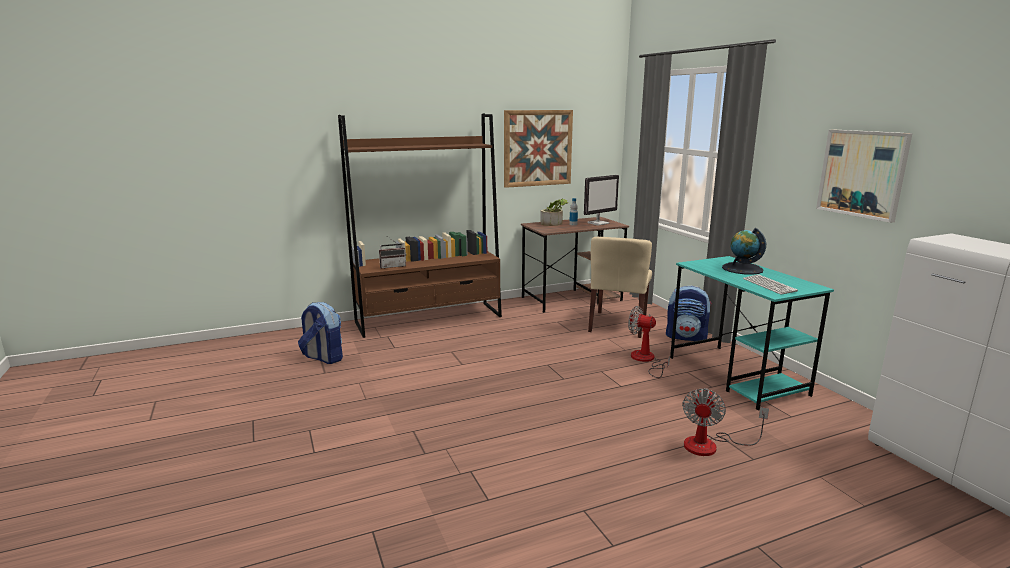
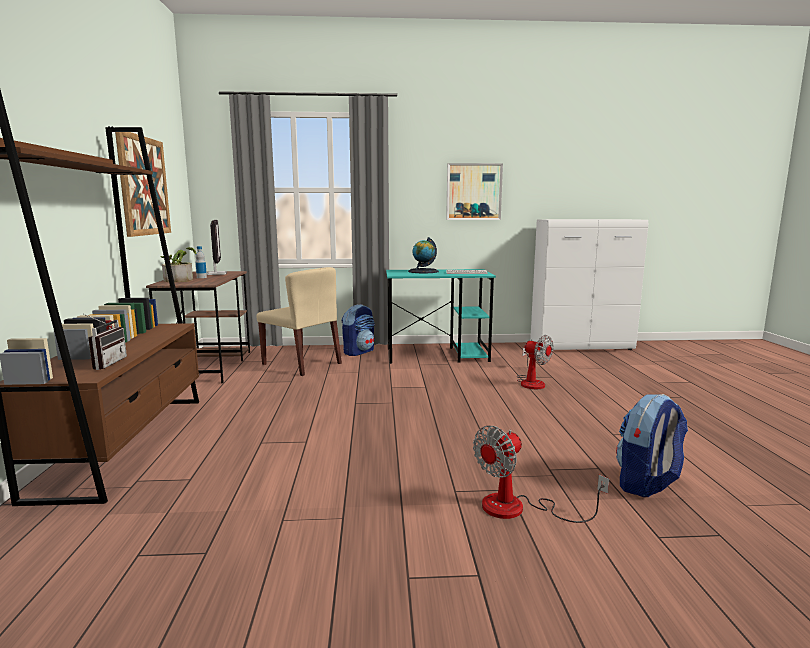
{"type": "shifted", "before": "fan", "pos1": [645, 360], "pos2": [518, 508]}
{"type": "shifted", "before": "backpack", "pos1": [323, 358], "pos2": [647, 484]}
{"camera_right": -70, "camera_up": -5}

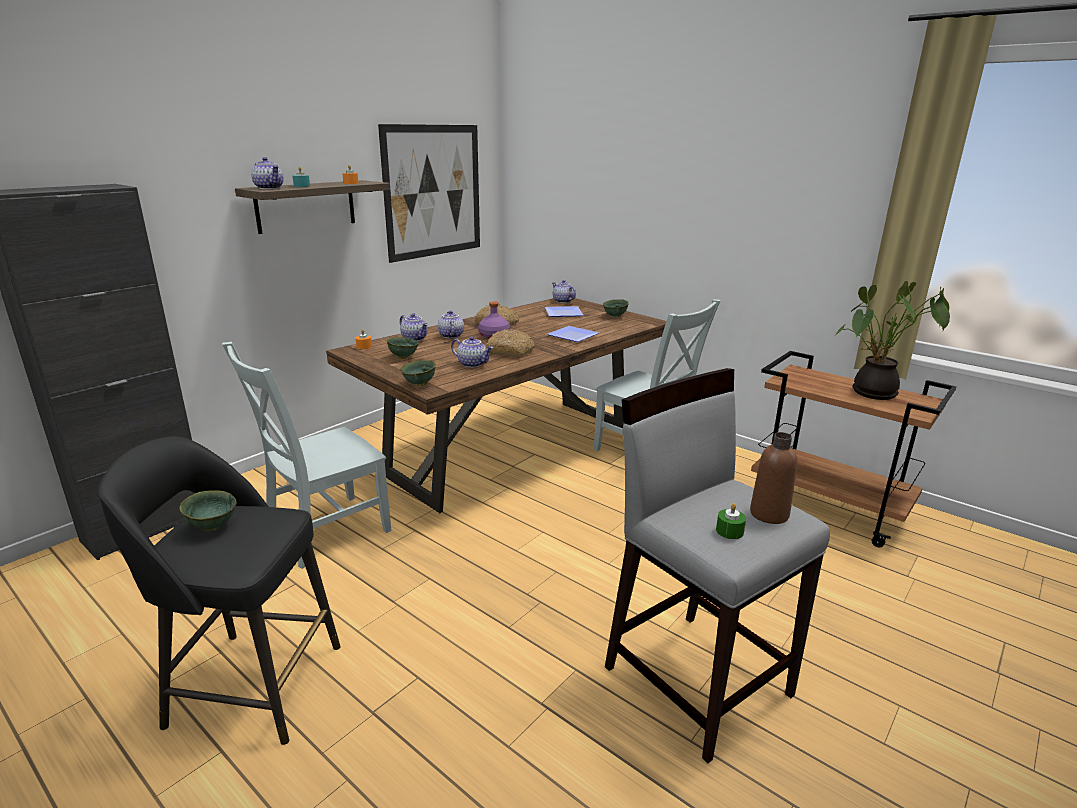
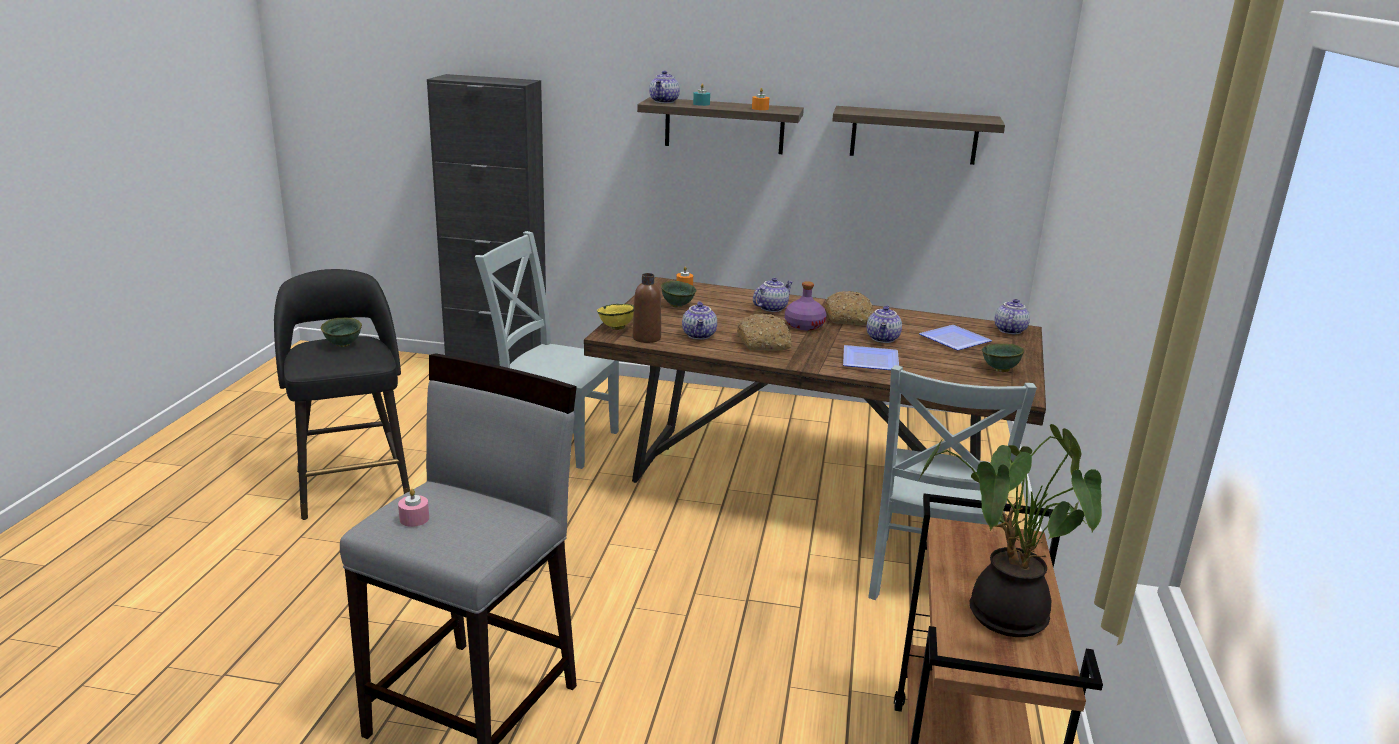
{"type": "repainted", "before": "candle in green", "after": "candle in pink", "pos1": [729, 531], "pos2": [414, 518]}
{"type": "repainted", "before": "bowl in green", "after": "bowl in yellow", "pos1": [420, 384], "pos2": [616, 328]}
{"type": "shifted", "before": "bottle in brown", "pos1": [769, 514], "pos2": [646, 338]}
{"type": "swapped", "before": "picture", "after": "shelf", "pos1": [433, 191], "pos2": [914, 135]}
{"type": "shifted", "before": "teapot", "pos1": [415, 339], "pos2": [883, 339]}
{"camera_right": 60, "camera_up": 0}

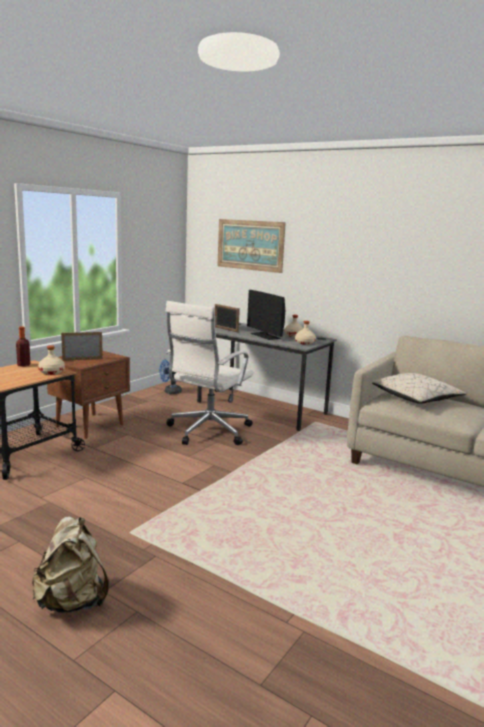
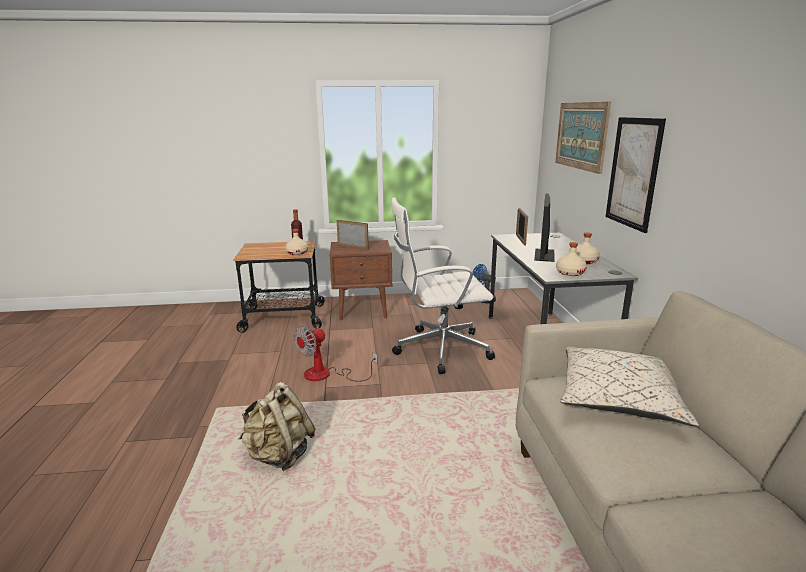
{"type": "shifted", "before": "backpack in beige", "pos1": [72, 601], "pos2": [279, 455]}
{"type": "new", "after": "fan", "pos2": [326, 375]}
{"type": "new", "after": "picture", "pos2": [633, 173]}
{"camera_right": 50, "camera_up": 5}

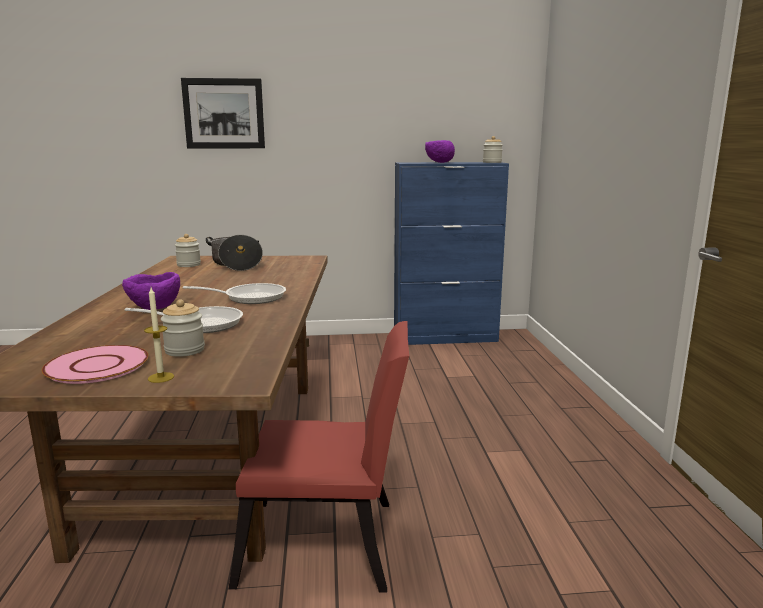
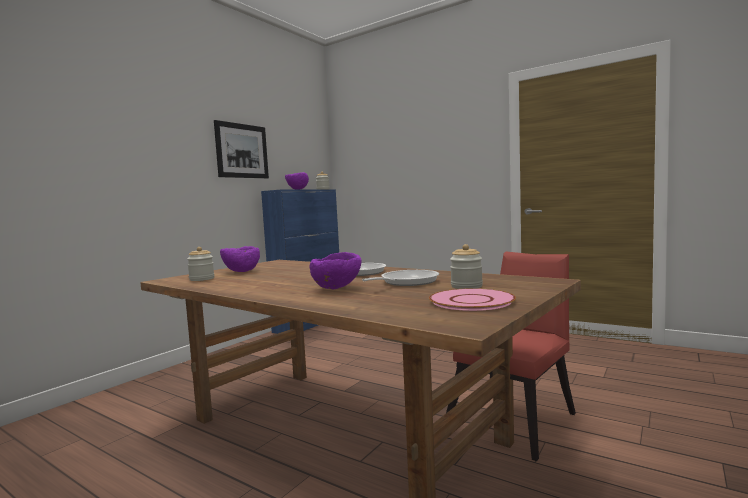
{"type": "shifted", "before": "picture", "pos1": [224, 113], "pos2": [242, 151]}
{"type": "swapped", "before": "cooking pot", "after": "bowl in purple", "pos1": [236, 264], "pos2": [241, 271]}
{"type": "gone", "before": "candle", "pos1": [161, 377]}
{"camera_right": -50, "camera_up": -10}

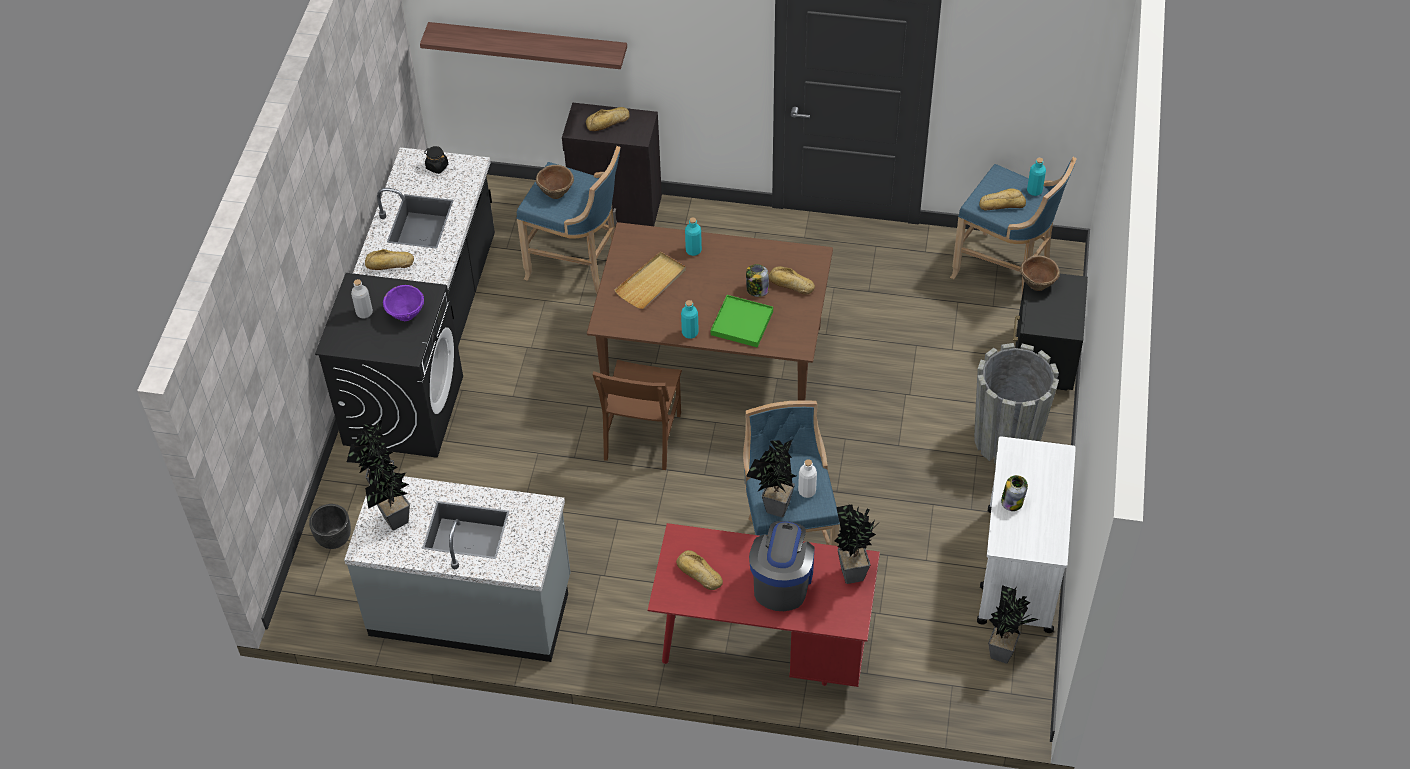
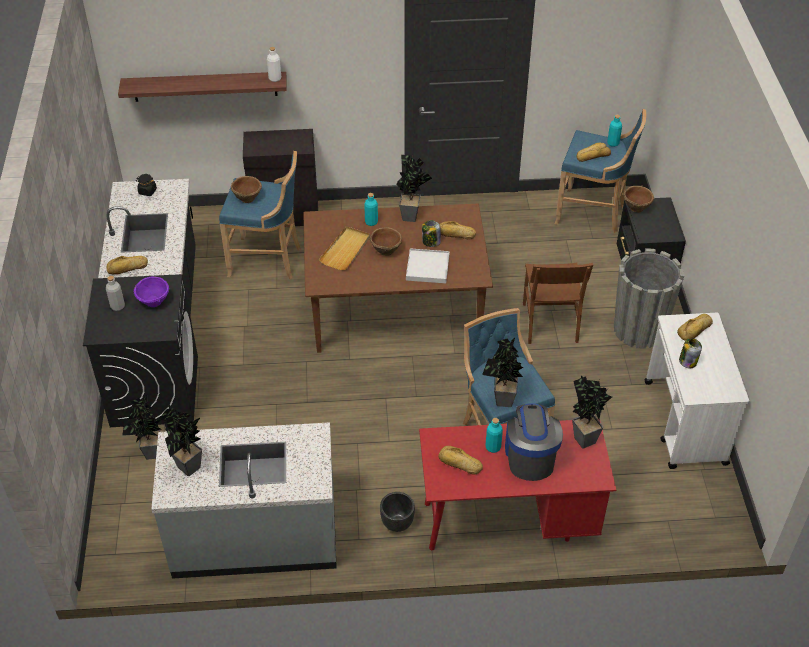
{"type": "shifted", "before": "bottle in white", "pos1": [807, 491], "pos2": [275, 78]}
{"type": "new", "after": "bowl in brown", "pos2": [385, 250]}
{"type": "shifted", "before": "planter in black", "pos1": [334, 539], "pos2": [397, 523]}
{"type": "shifted", "before": "potted plant", "pos1": [1004, 651], "pos2": [411, 215]}
{"type": "repainted", "before": "tray in green", "after": "tray in white", "pos1": [742, 323], "pos2": [427, 267]}
{"type": "shifted", "before": "bottle in turquoise", "pos1": [690, 333], "pos2": [493, 447]}
{"type": "shifted", "before": "chair in brown", "pos1": [642, 436], "pos2": [549, 322]}
{"type": "shifted", "before": "bread", "pos1": [608, 122], "pos2": [695, 330]}
{"camera_right": -15, "camera_up": -5}

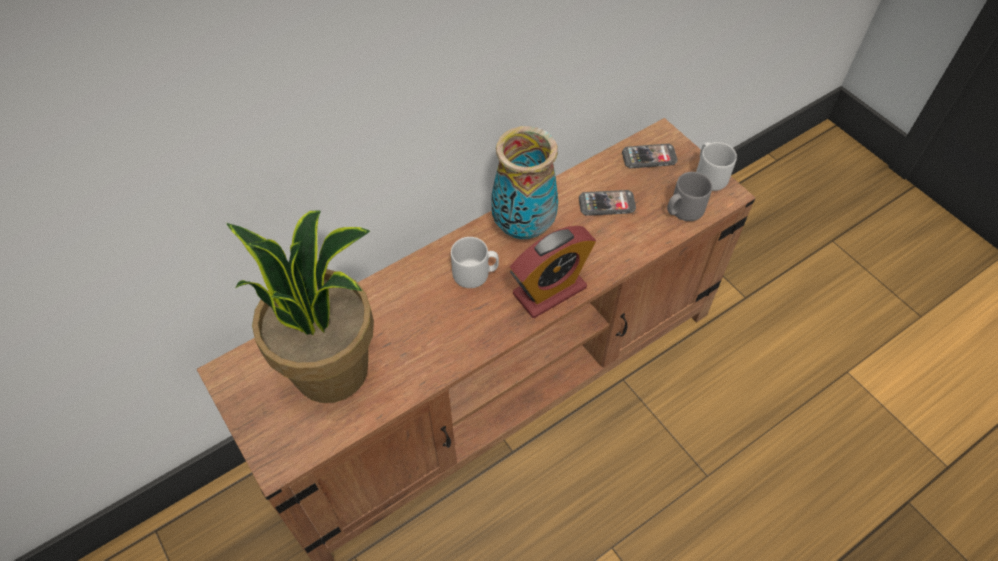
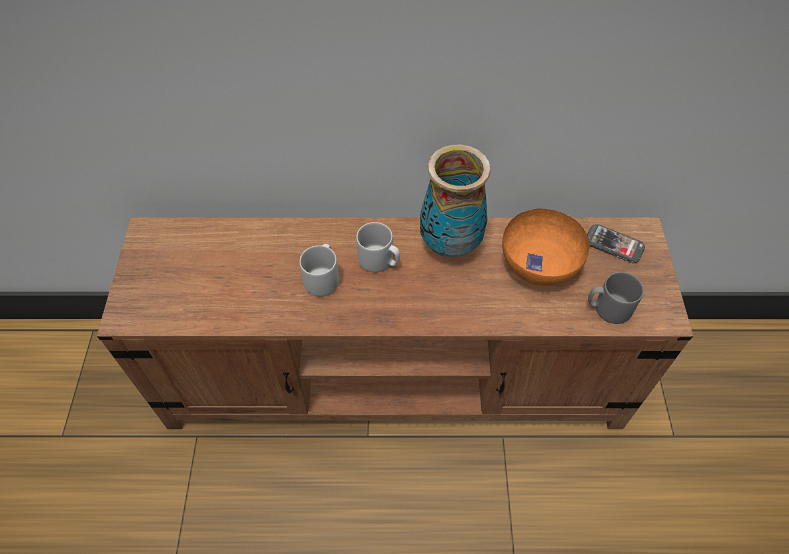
{"type": "shifted", "before": "mug in grey", "pos1": [709, 175], "pos2": [323, 278]}
{"type": "swapped", "before": "phone", "after": "bowl in orange", "pos1": [606, 204], "pos2": [539, 264]}
{"type": "gone", "before": "potted plant", "pos1": [332, 368]}
{"type": "gone", "before": "alarm clock", "pos1": [549, 291]}
{"camera_right": 35, "camera_up": 0}

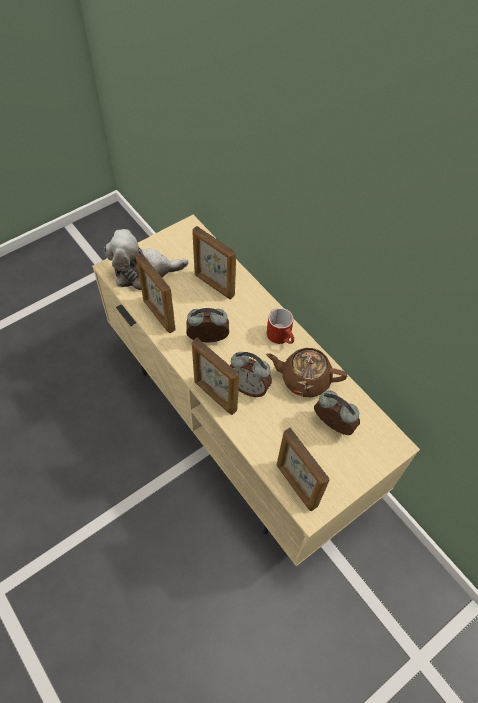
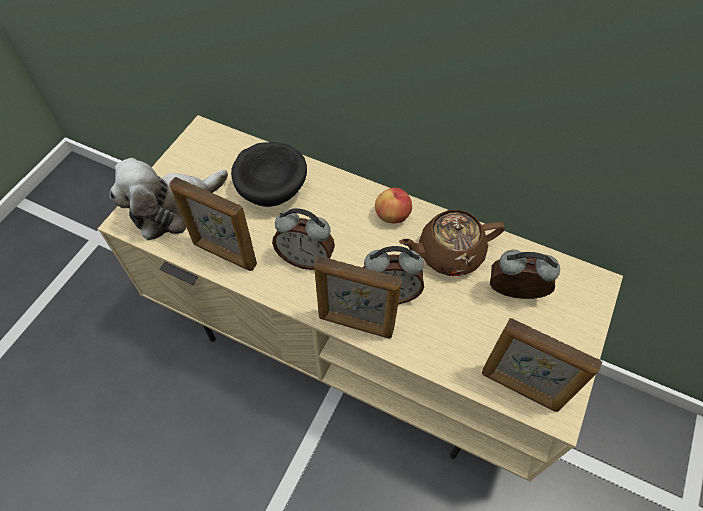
{"type": "swapped", "before": "picture frame", "after": "bowl in black", "pos1": [214, 285], "pos2": [274, 189]}
{"type": "rotated", "before": "alarm clock", "pos1": [208, 340], "pos2": [306, 259], "turn": -135}
{"type": "swapped", "before": "mug in red", "after": "apple", "pos1": [282, 337], "pos2": [392, 215]}
{"camera_right": -25, "camera_up": 0}

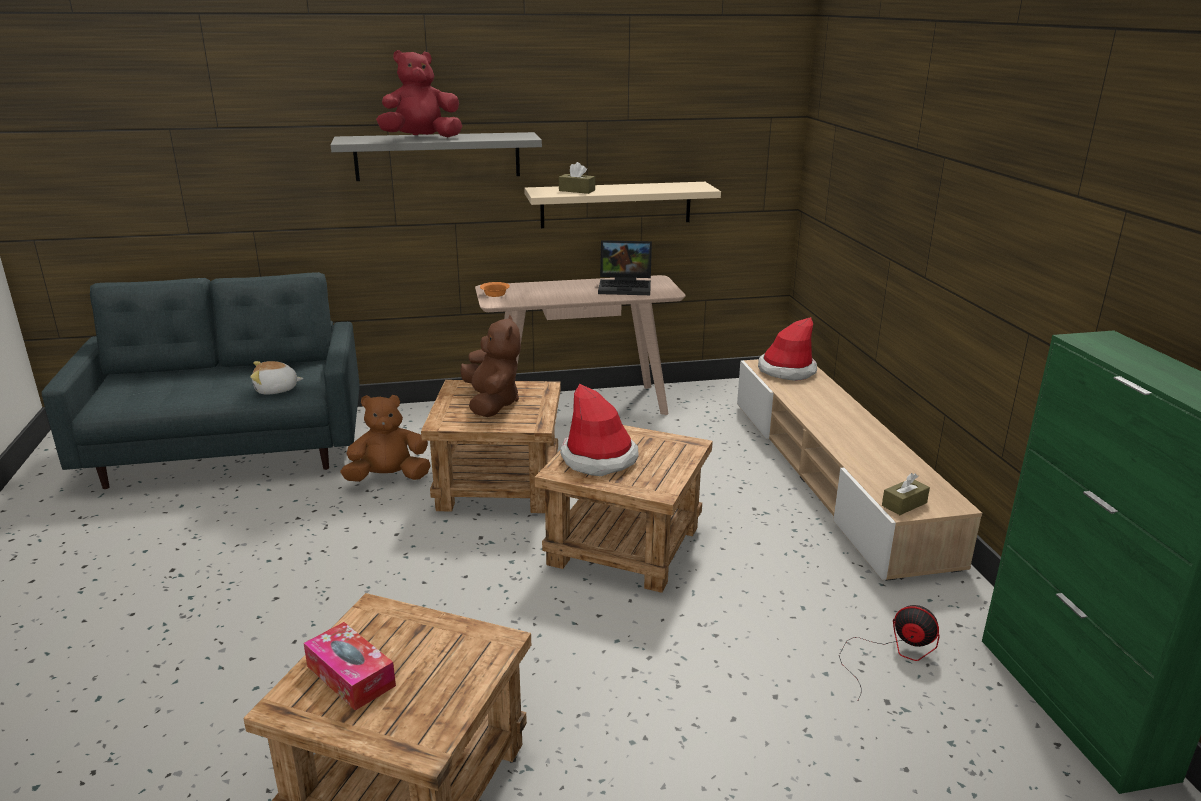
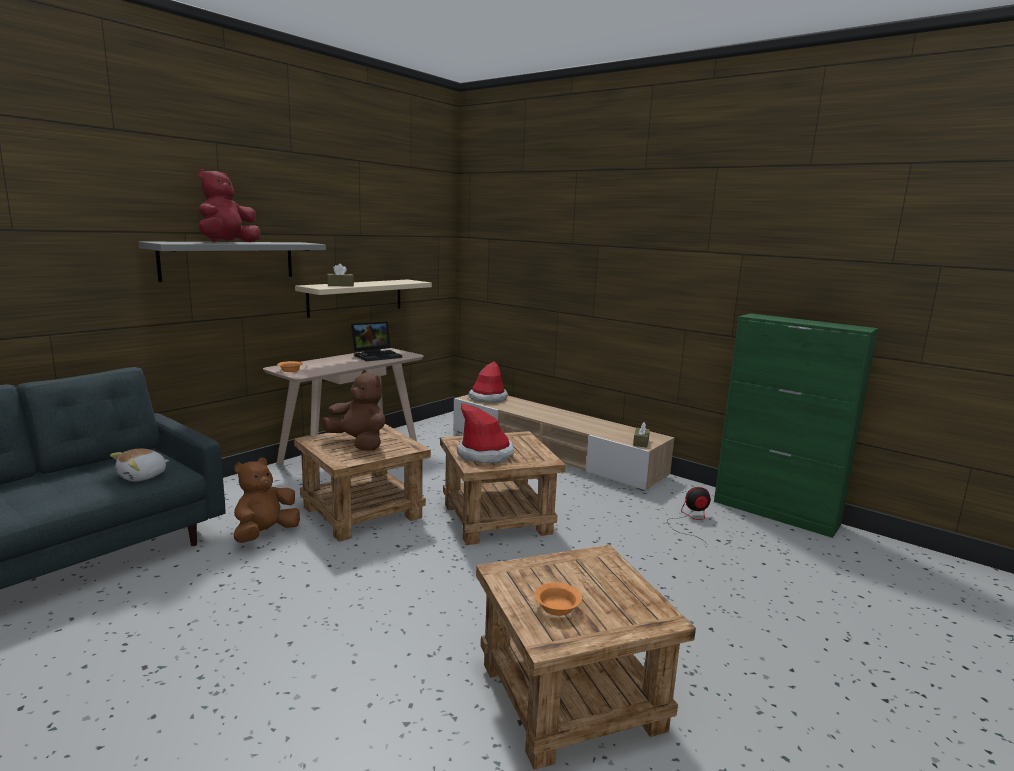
{"type": "swapped", "before": "tissue box", "after": "bowl in orange", "pos1": [351, 676], "pos2": [556, 608]}
{"camera_right": -40, "camera_up": -10}

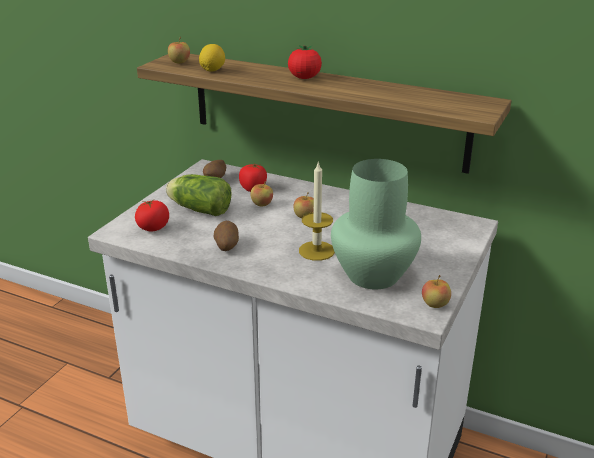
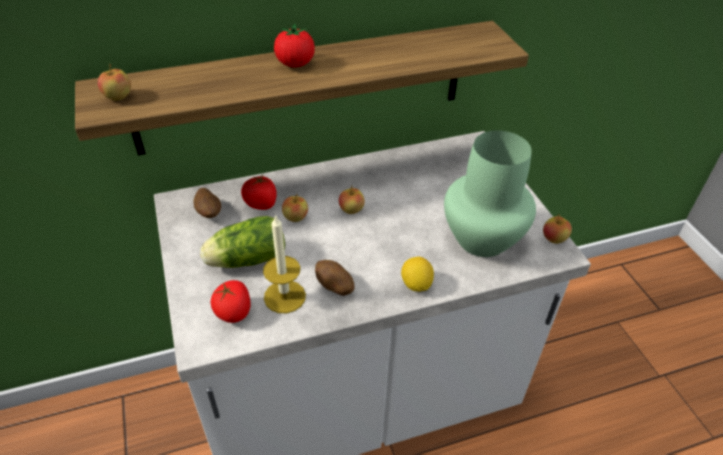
{"type": "shifted", "before": "candle", "pos1": [316, 251], "pos2": [284, 296]}
{"type": "shifted", "before": "lemon", "pos1": [212, 70], "pos2": [416, 284]}
{"camera_right": -45, "camera_up": 15}

